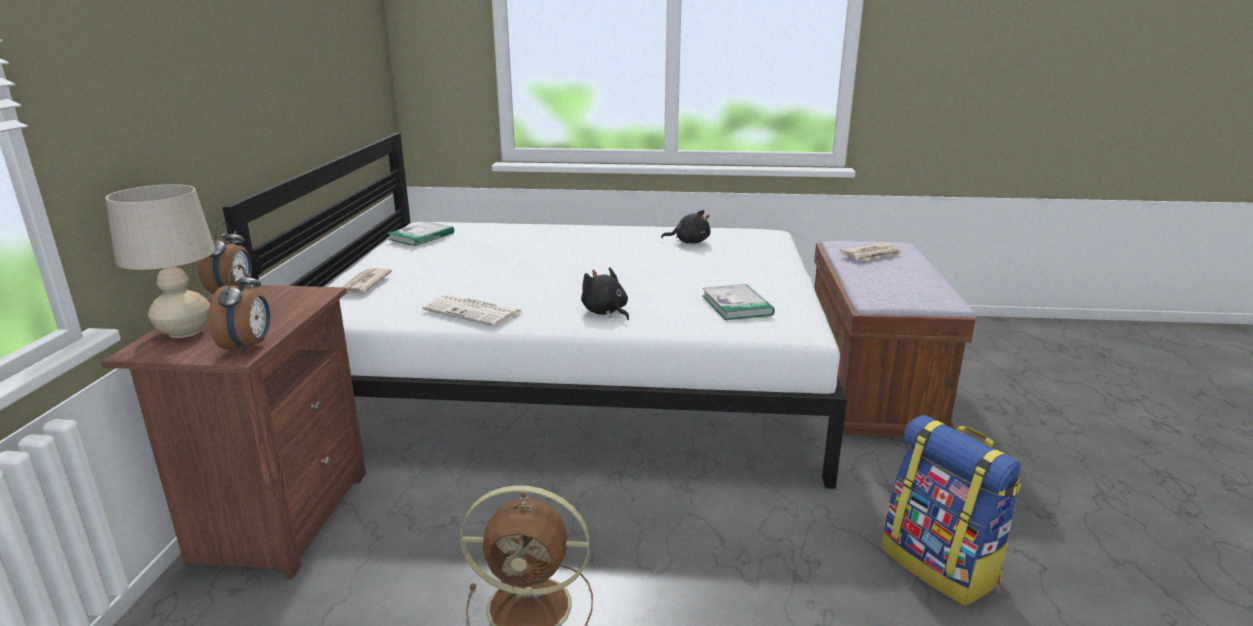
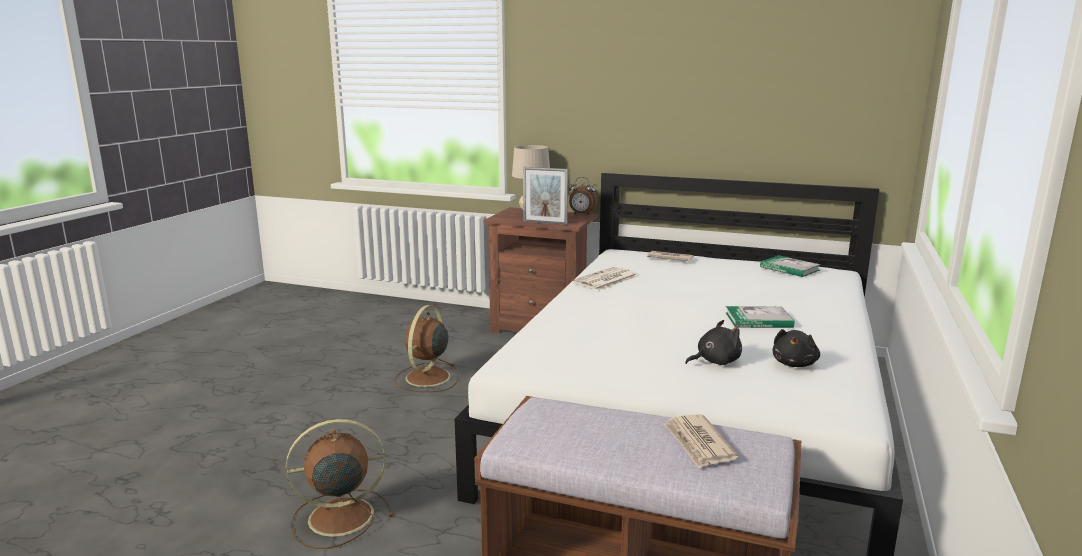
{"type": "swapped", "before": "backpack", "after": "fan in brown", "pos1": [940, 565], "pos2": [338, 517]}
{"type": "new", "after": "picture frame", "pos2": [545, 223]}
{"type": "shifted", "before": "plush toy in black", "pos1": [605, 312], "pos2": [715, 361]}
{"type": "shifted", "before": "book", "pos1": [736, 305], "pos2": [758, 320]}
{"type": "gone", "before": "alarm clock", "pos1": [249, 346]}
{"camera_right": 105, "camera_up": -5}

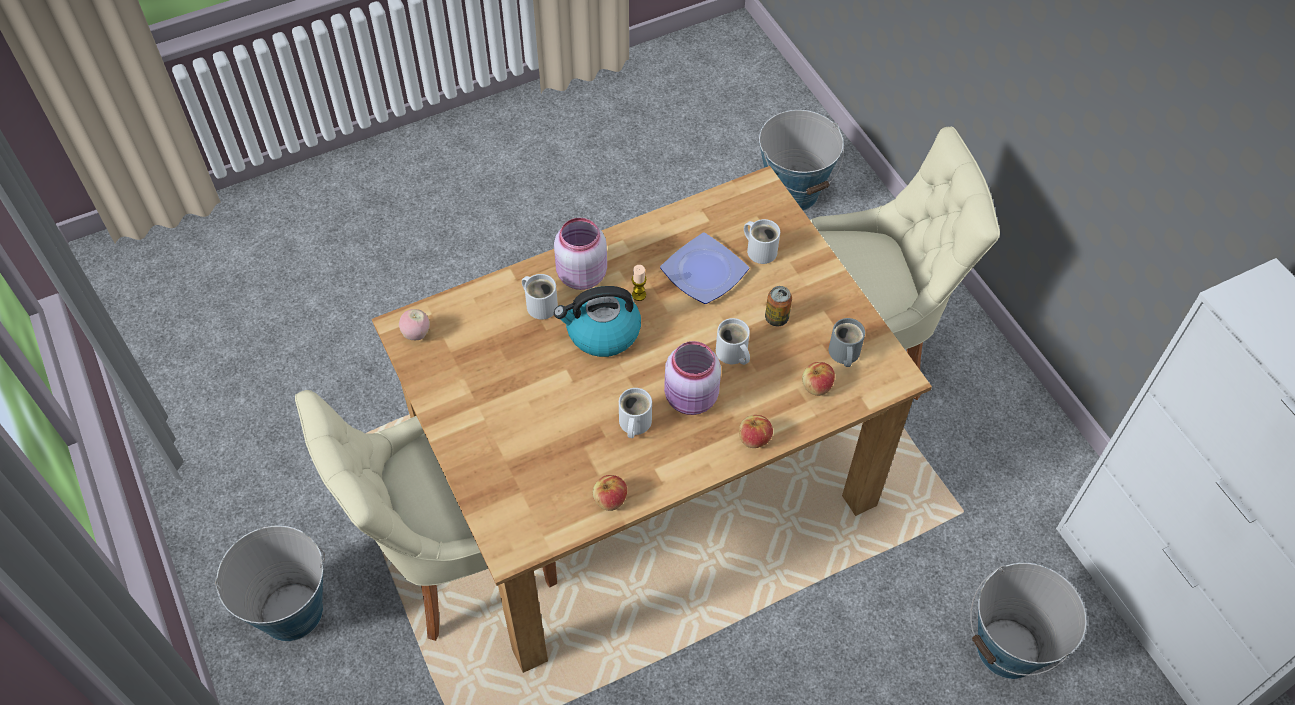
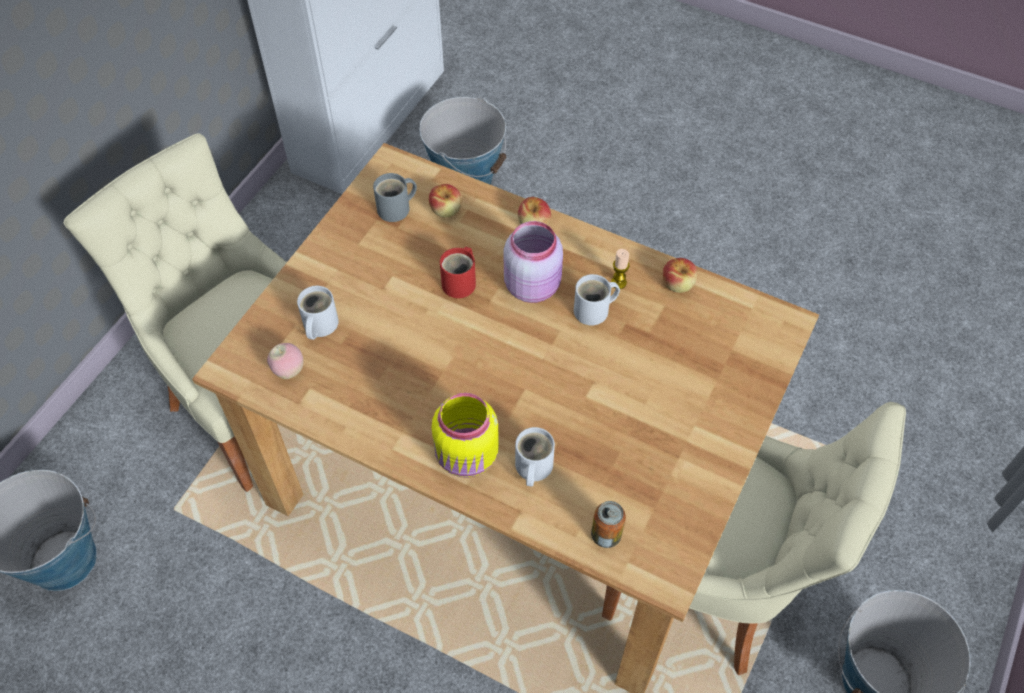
{"type": "shifted", "before": "apple", "pos1": [416, 334], "pos2": [288, 371]}
{"type": "repainted", "before": "jar in pink", "after": "jar in yellow", "pos1": [580, 275], "pos2": [468, 457]}
{"type": "repainted", "before": "mug in white", "after": "mug in red", "pos1": [732, 354], "pos2": [461, 282]}
{"type": "shifted", "before": "can", "pos1": [776, 318], "pos2": [606, 535]}
{"type": "shifted", "before": "candle", "pos1": [639, 295], "pos2": [618, 282]}
{"type": "gone", "before": "kettle", "pos1": [602, 332]}
{"type": "gone", "before": "plate", "pos1": [704, 274]}
{"camera_right": -125, "camera_up": 0}

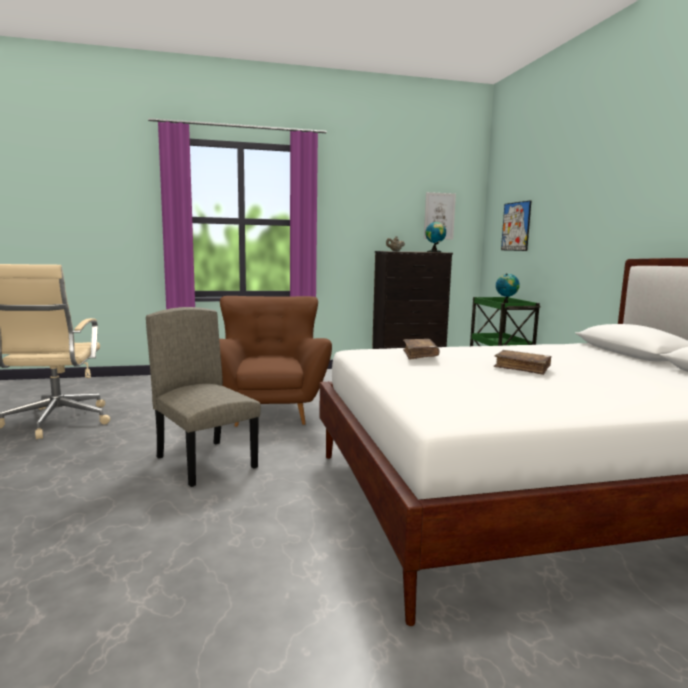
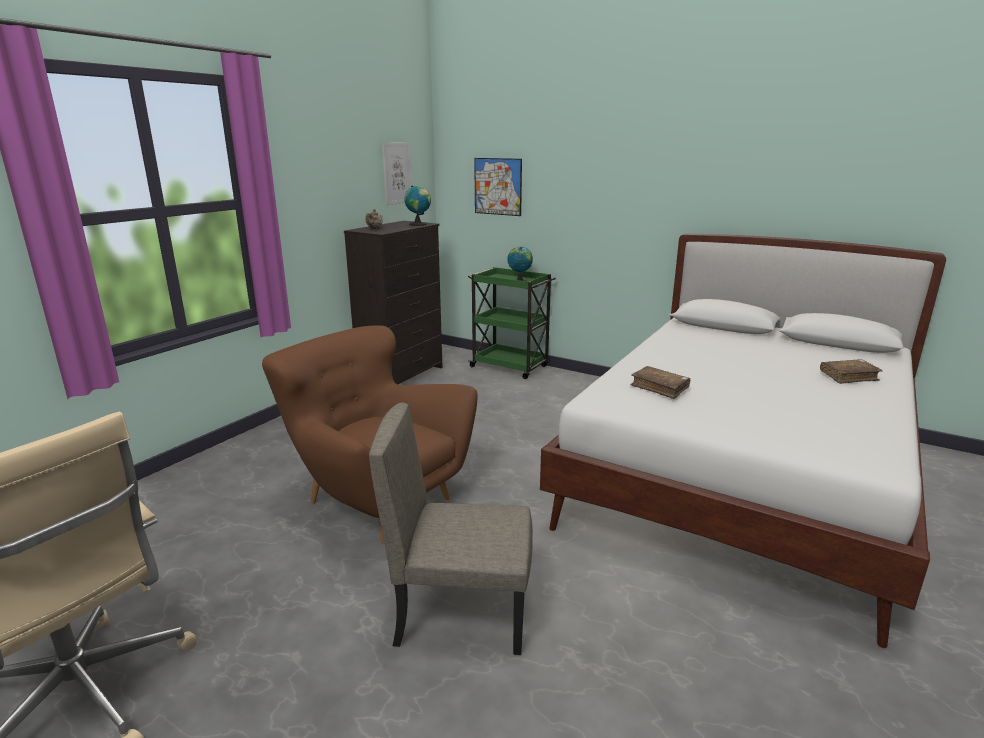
{"type": "shifted", "before": "book in brown", "pos1": [522, 368], "pos2": [848, 377]}
{"camera_right": -45, "camera_up": 10}

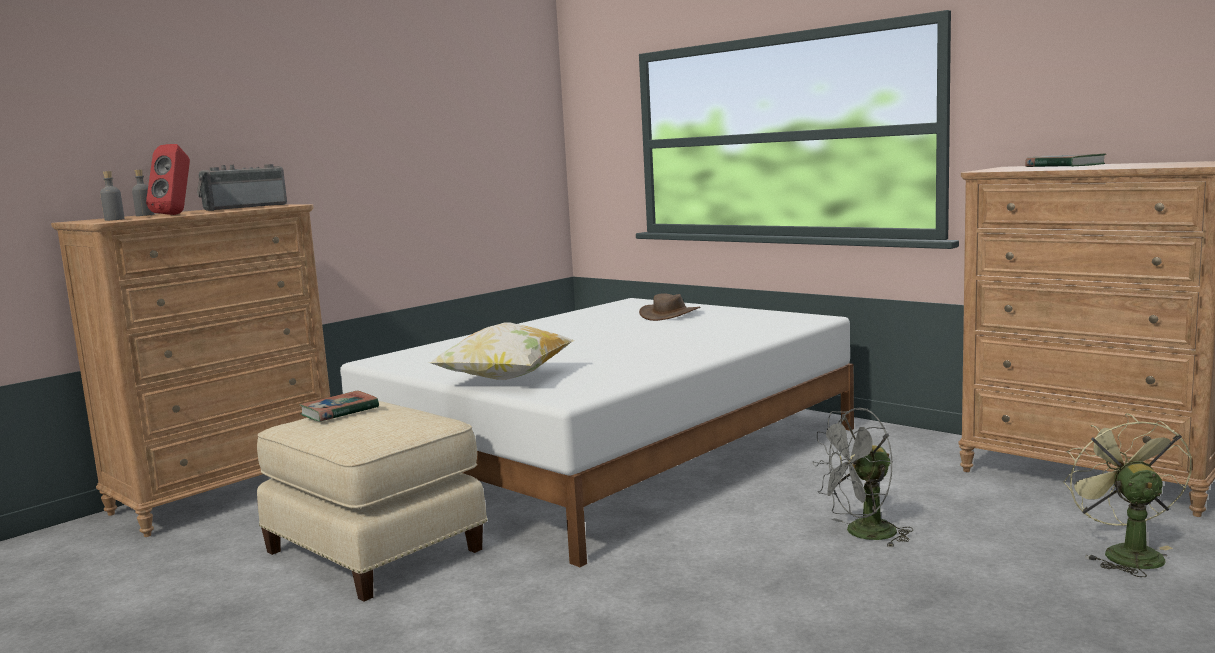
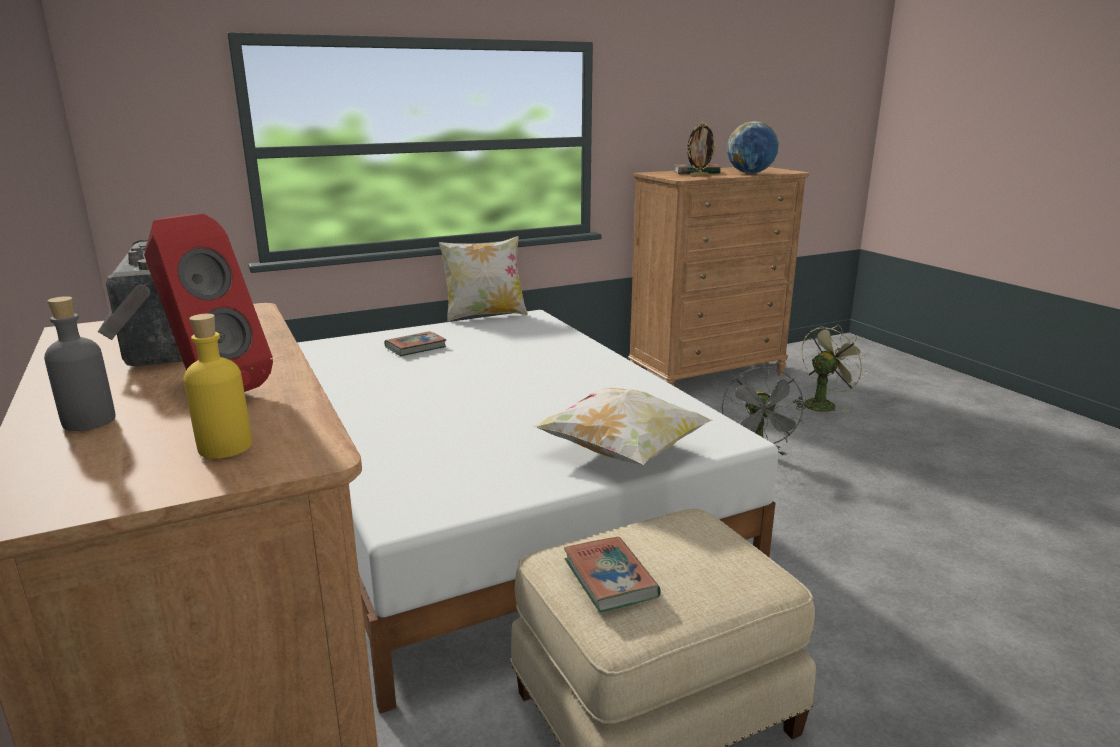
{"type": "repainted", "before": "bottle in grey", "after": "bottle in yellow", "pos1": [114, 220], "pos2": [225, 447]}
{"type": "swapped", "before": "hat in brown", "after": "book", "pos1": [670, 314], "pos2": [416, 347]}
{"type": "new", "after": "pillow", "pos2": [485, 315]}
{"type": "new", "after": "picture frame", "pos2": [699, 176]}
{"type": "new", "after": "globe", "pos2": [750, 173]}
{"type": "rotated", "before": "fan in green", "pos1": [1125, 553], "pos2": [822, 404], "turn": 120}
{"camera_right": -70, "camera_up": 10}

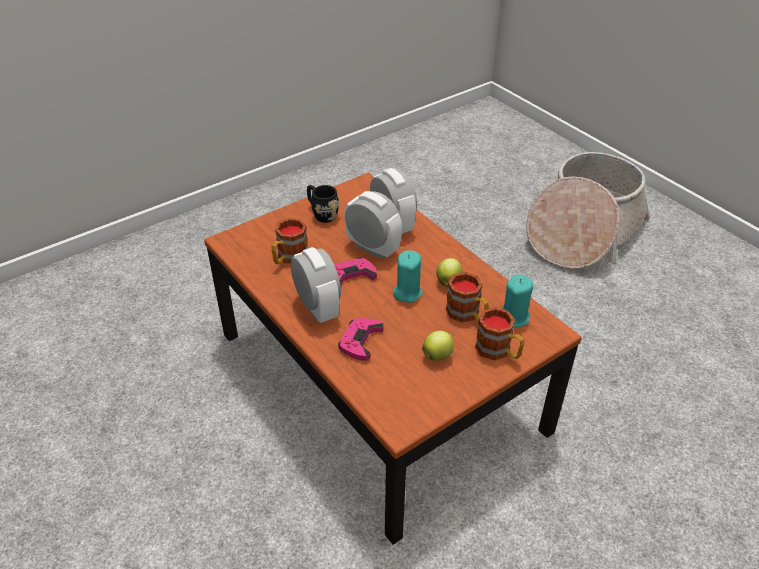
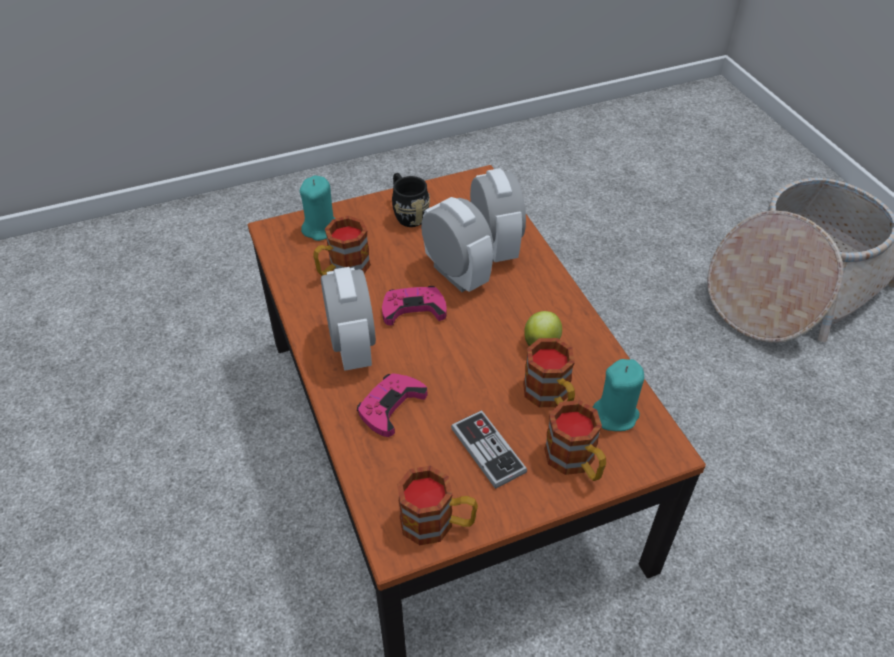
{"type": "shifted", "before": "candle in turquoise", "pos1": [407, 292], "pos2": [320, 229]}
{"type": "new", "after": "mug", "pos2": [437, 523]}
{"type": "swapped", "before": "apple", "after": "game controller", "pos1": [438, 355], "pos2": [488, 450]}
{"camera_right": 15, "camera_up": 5}

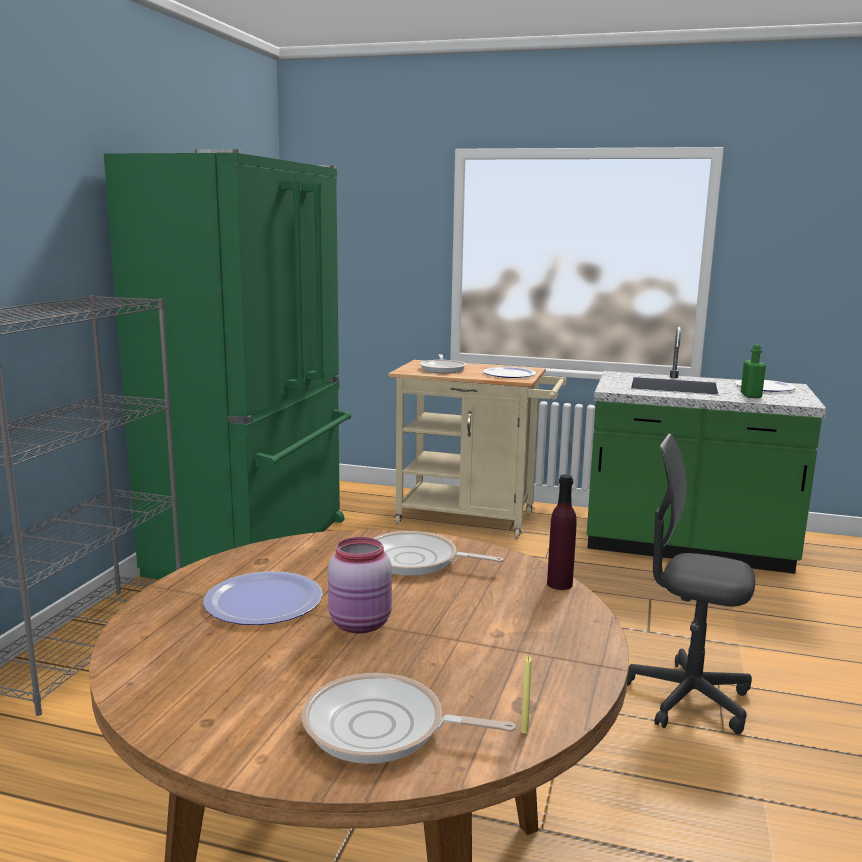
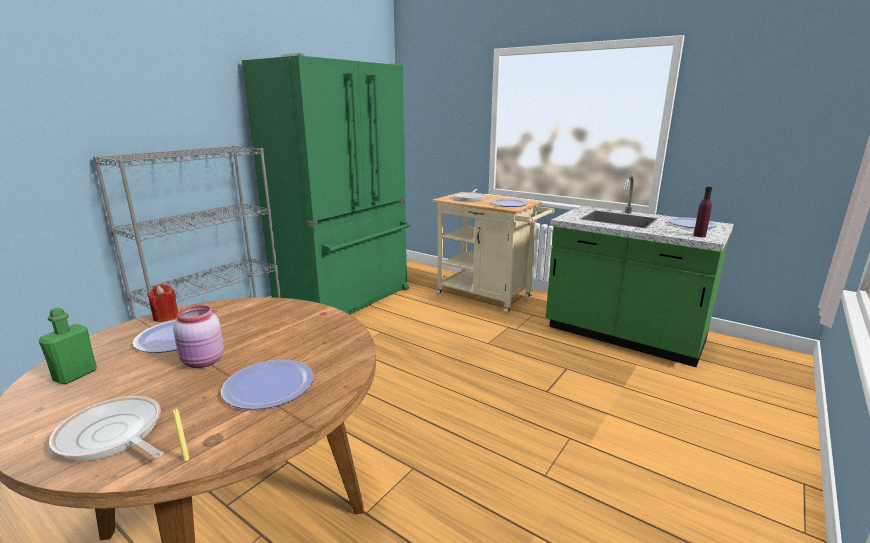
{"type": "shifted", "before": "bottle in green", "pos1": [750, 395], "pos2": [75, 375]}
{"type": "new", "after": "candle in red", "pos2": [166, 317]}
{"type": "new", "after": "plate", "pos2": [269, 385]}
{"type": "shifted", "before": "bottle in purple", "pos1": [559, 584], "pos2": [699, 235]}
{"type": "gone", "before": "frying pan", "pos1": [415, 561]}
{"type": "gone", "before": "office chair in grey", "pos1": [687, 698]}
{"camera_right": 20, "camera_up": 5}

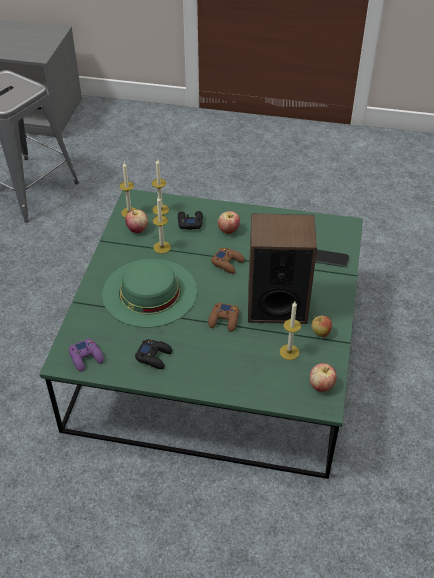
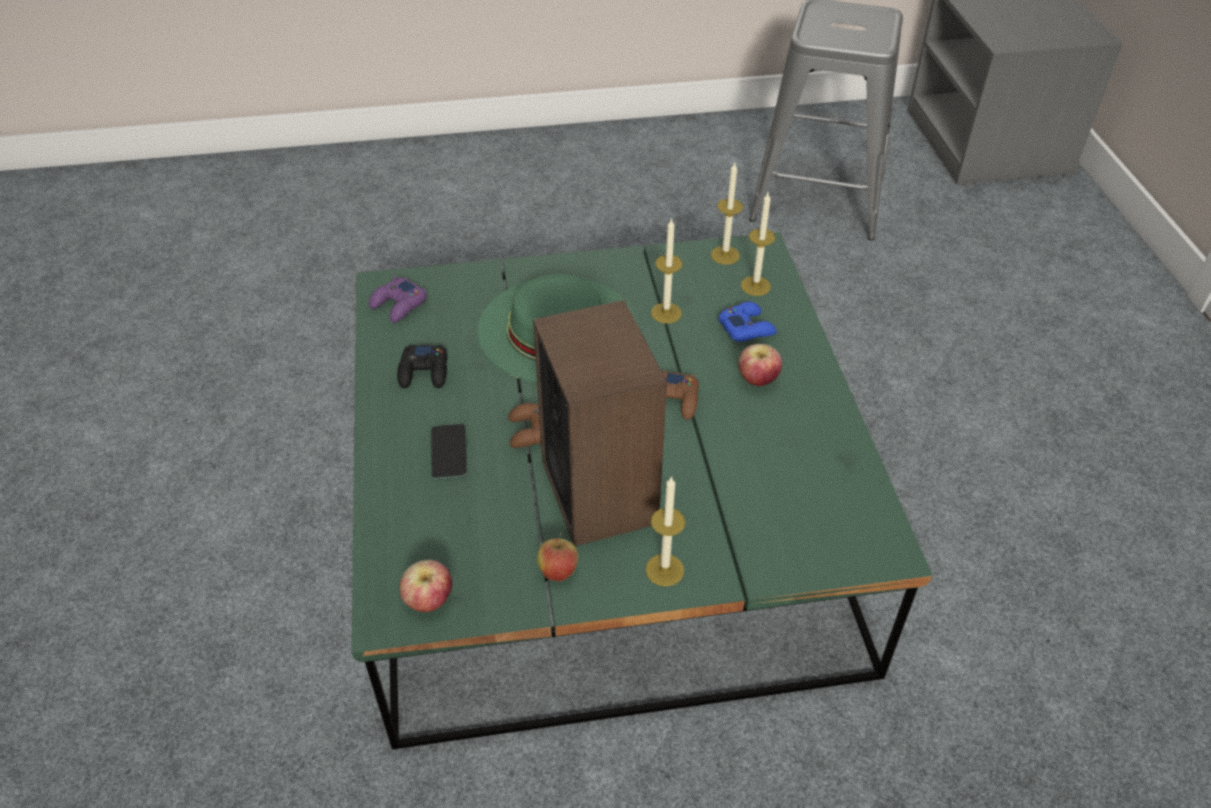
{"type": "shifted", "before": "phone", "pos1": [330, 259], "pos2": [449, 453]}
{"type": "shifted", "before": "candle", "pos1": [289, 352], "pos2": [664, 570]}
{"type": "repainted", "before": "game controller in black", "after": "game controller in blue", "pos1": [190, 222], "pos2": [747, 327]}
{"type": "gone", "before": "apple", "pos1": [137, 229]}
{"camera_right": 70, "camera_up": 0}

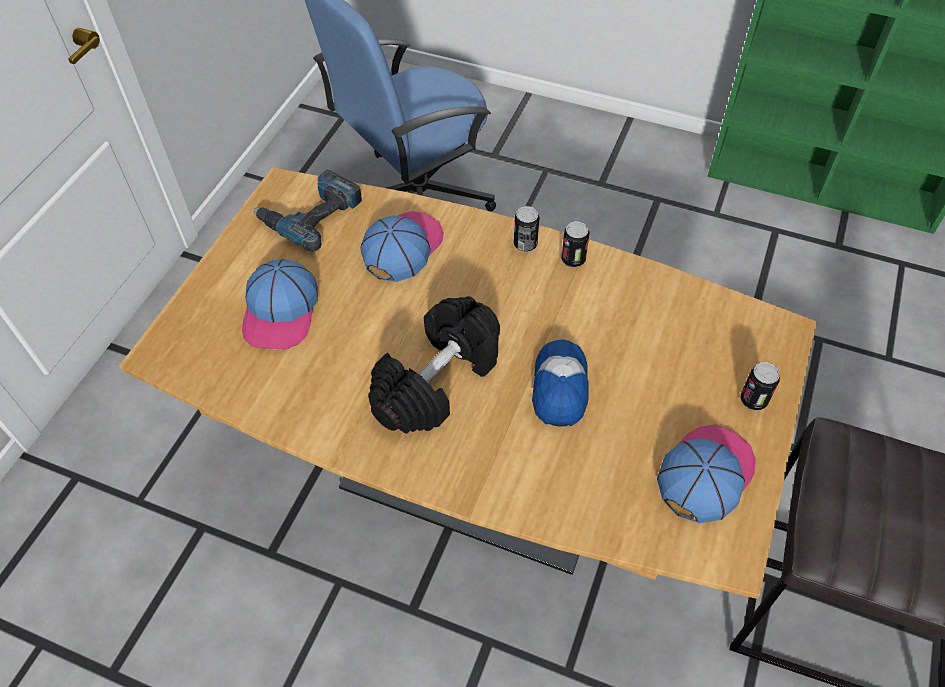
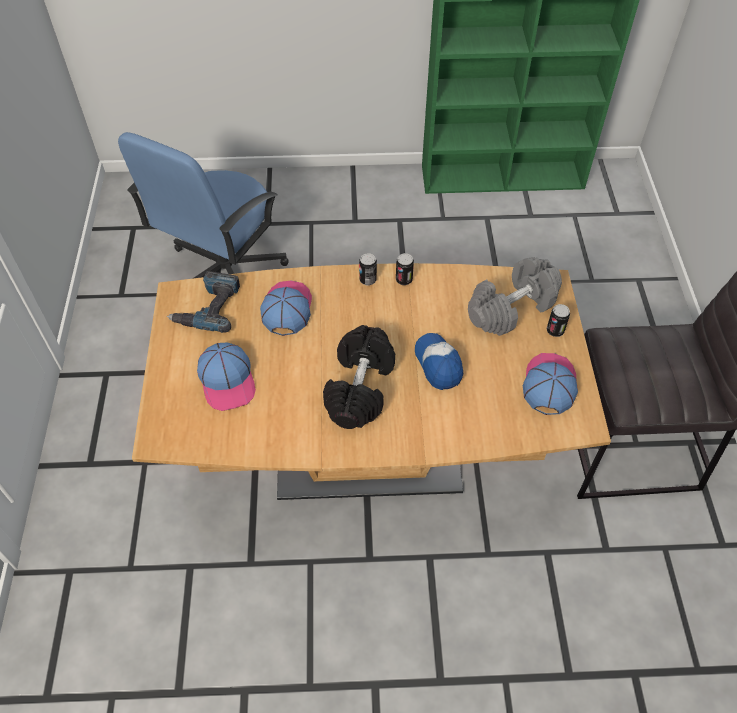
{"type": "new", "after": "dumbbell in grey", "pos2": [512, 307]}
{"camera_right": -25, "camera_up": 0}

